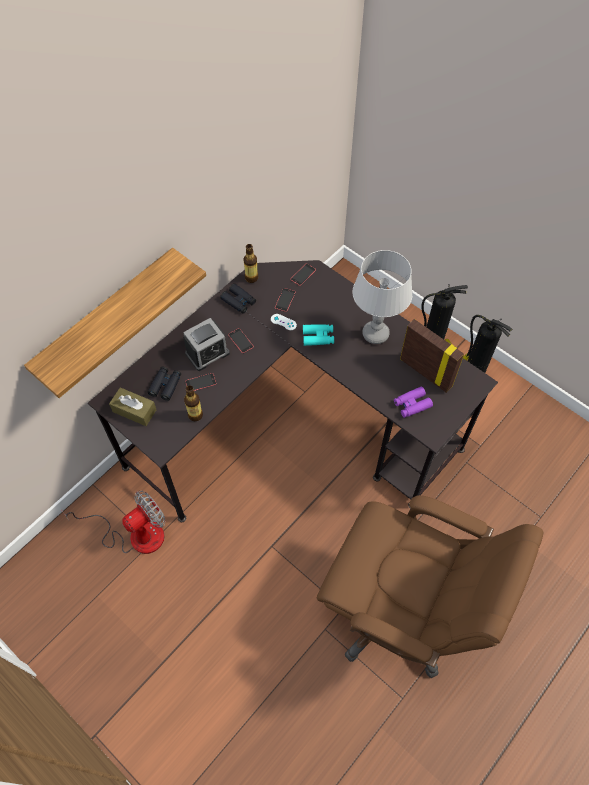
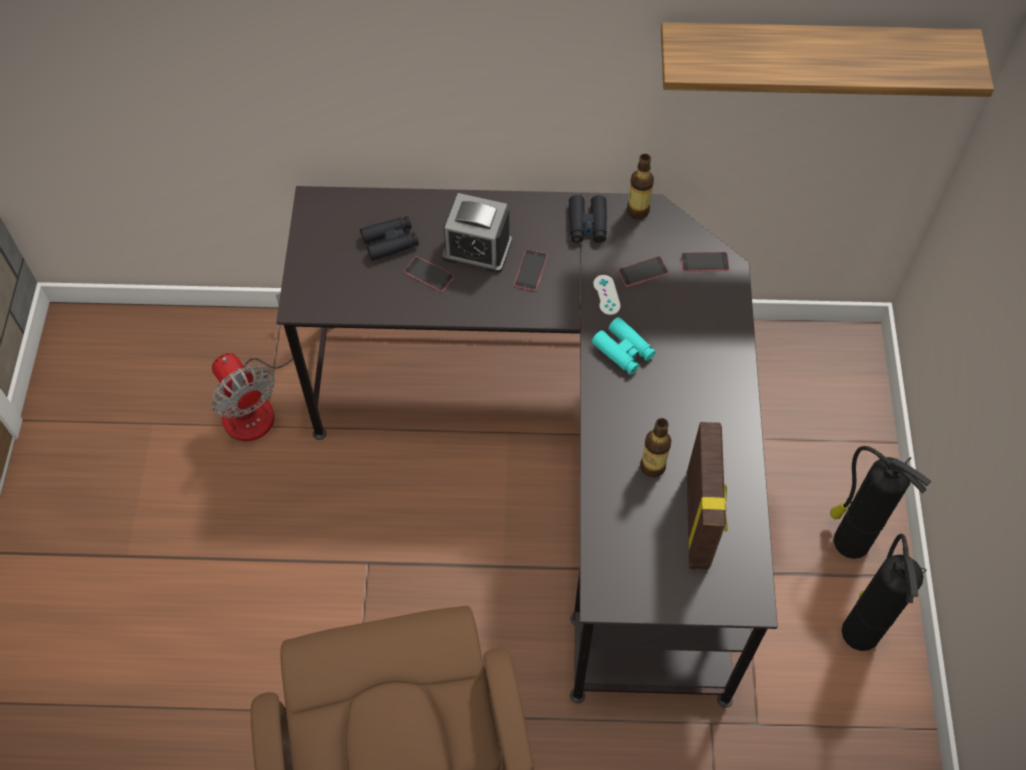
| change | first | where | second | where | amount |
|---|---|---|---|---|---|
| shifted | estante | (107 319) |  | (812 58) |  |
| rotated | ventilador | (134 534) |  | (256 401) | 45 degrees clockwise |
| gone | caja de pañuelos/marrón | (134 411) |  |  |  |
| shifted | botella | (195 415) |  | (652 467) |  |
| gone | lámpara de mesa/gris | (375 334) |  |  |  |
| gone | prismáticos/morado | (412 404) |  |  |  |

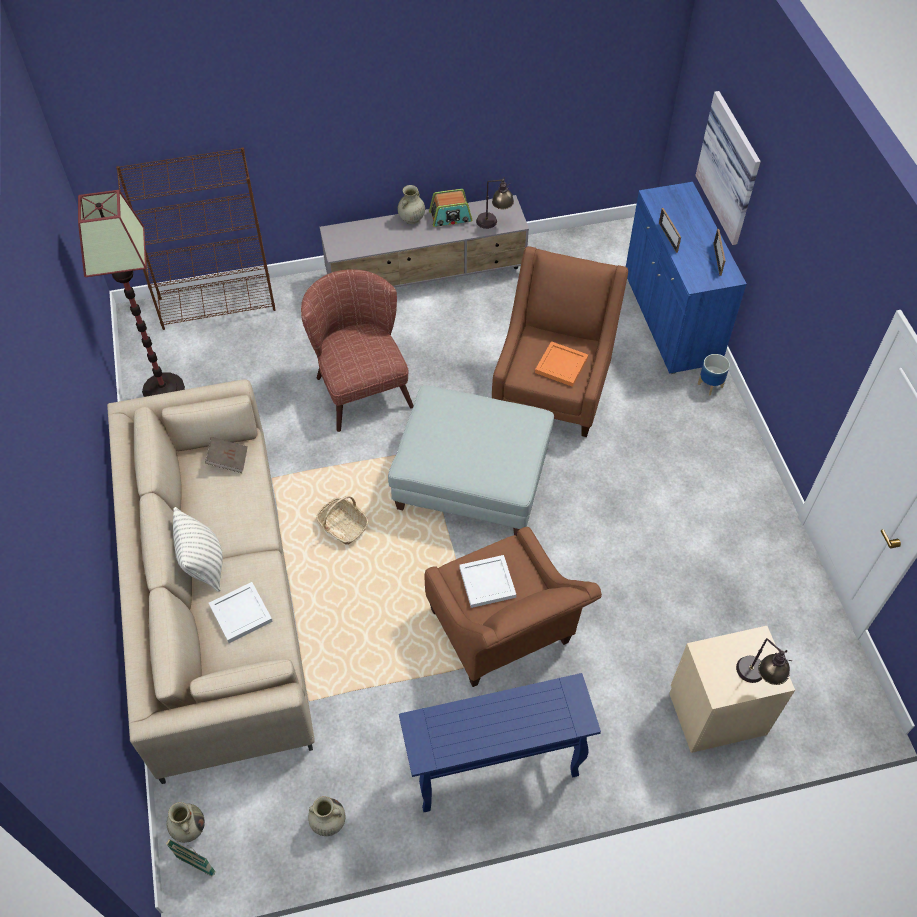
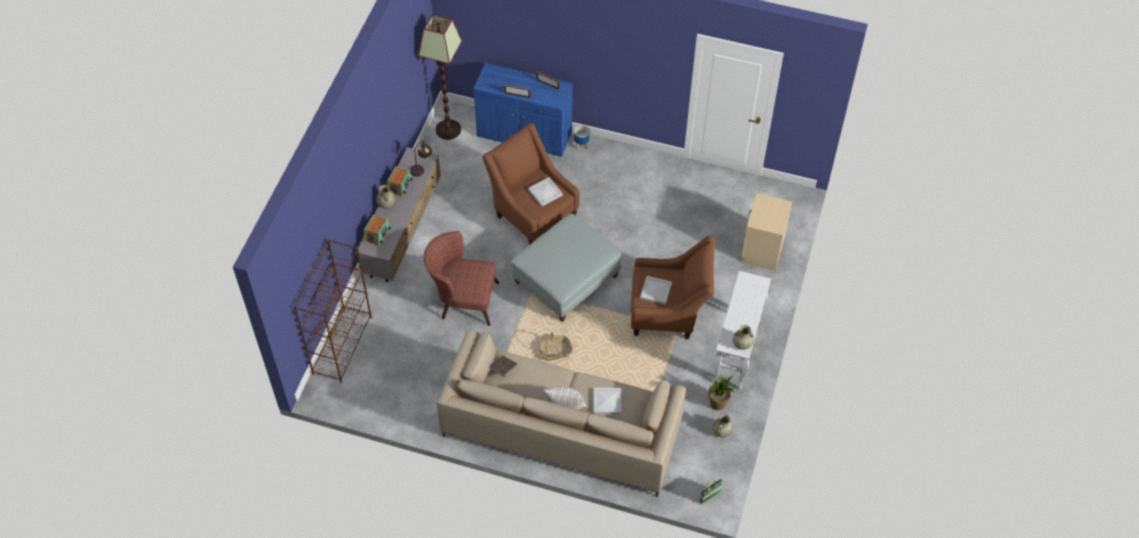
| change | first | where | second | where | amount |
|---|---|---|---|---|---|
| shifted | lámpara de pie | (163 389) |  | (448 130) |  |
| shifted | florero/beis | (189 828) |  | (742 344) |  |
| repainted | mesa consola/azul | (494 770) | mesa consola/blanco | (737 352) |  |
| repainted | bandeja/naranja | (562 365) | bandeja/blanco | (545 192) |  |
| gone | cuadro | (732 167) |  |  |  |
| gone | lámpara de mesa | (757 679) |  |  |  |
| new |  |  | radio | (378 234) |  |
| new |  |  | planta en maceta | (718 403) |  |

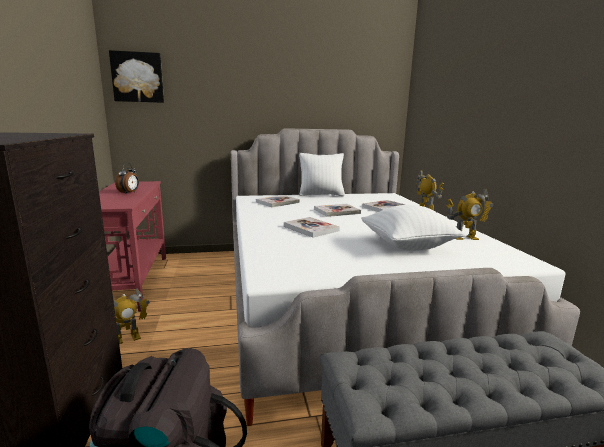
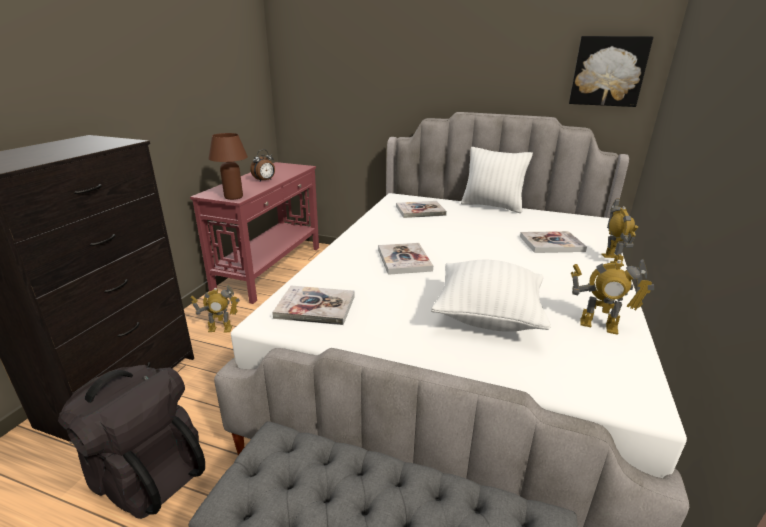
| change | first | where | second | where | amount |
|---|---|---|---|---|---|
| shifted | cuadro | (138 77) |  | (608 71) |  |
| shifted | libro | (337 211) |  | (315 307) |  |
| new |  |  | lámpara de mesa/marrón | (233 197) |  |

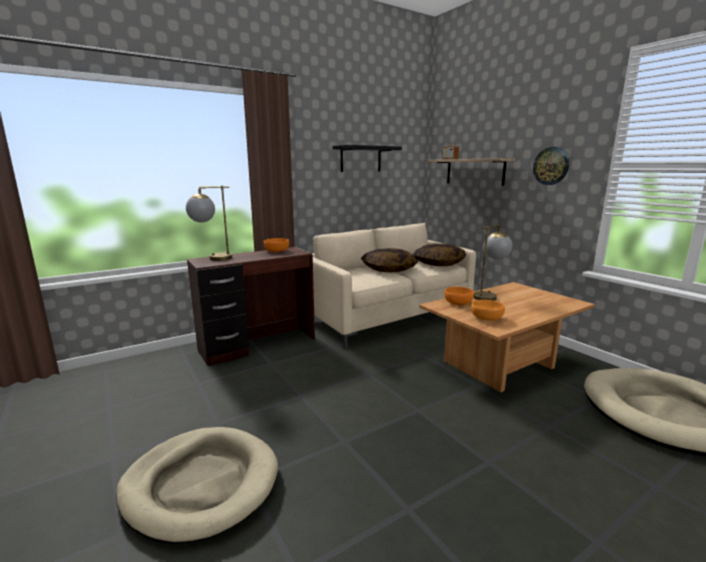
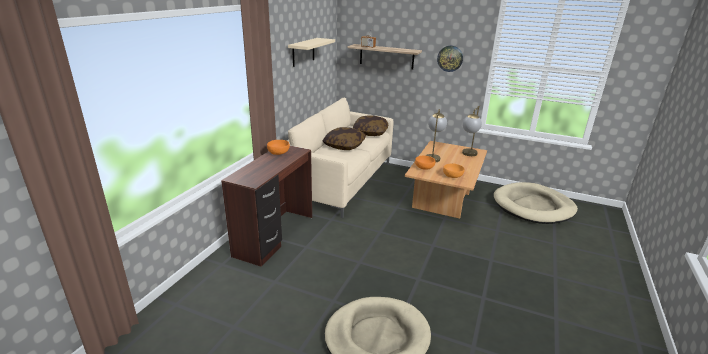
| change | first | where | second | where | amount |
|---|---|---|---|---|---|
| shifted | lámpara de mesa | (212 259) |  | (468 155) |  |
| repainted | estante/negro | (360 159) | estante/beis | (303 52) |  |

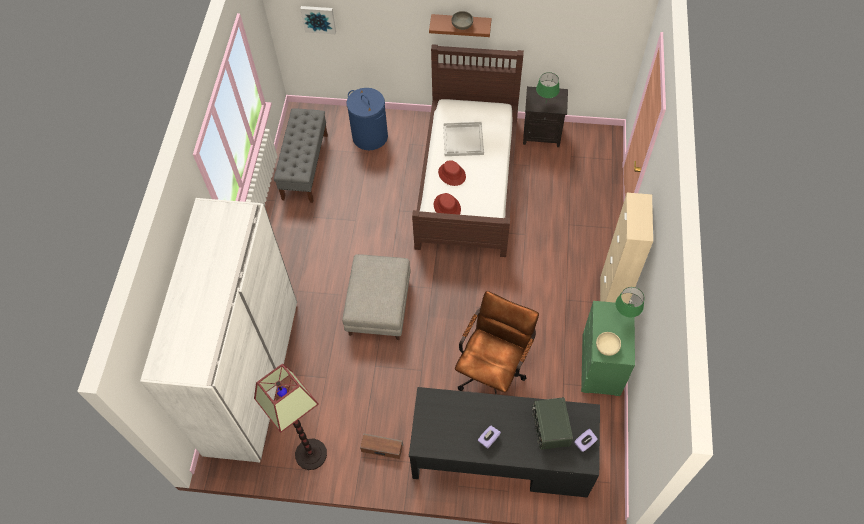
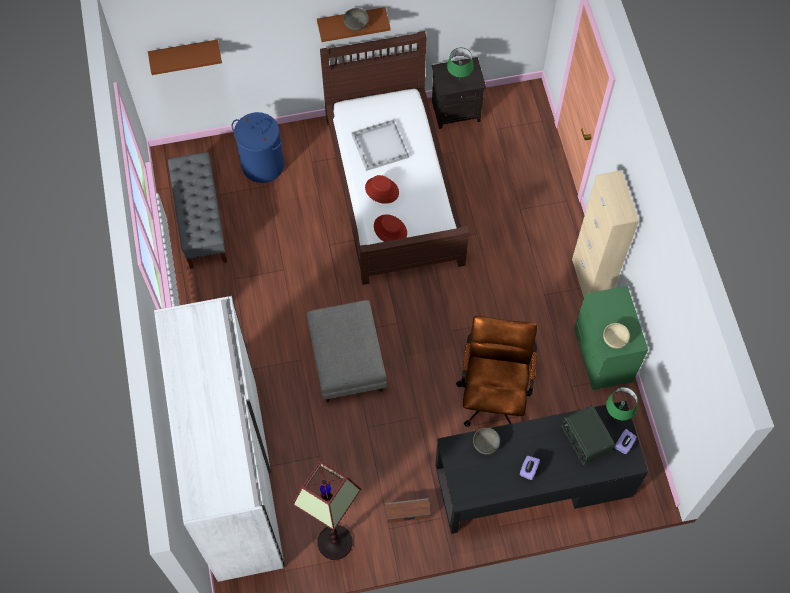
| change | first | where | second | where | amount |
|---|---|---|---|---|---|
| swapped | cuadro | (318 19) | estante/marrón | (184 53) |  |
| shifted | lámpara de mesa/verde | (625 316) |  | (617 415) |  |
| new |  |  | cuenco/gris | (486 444) |  |

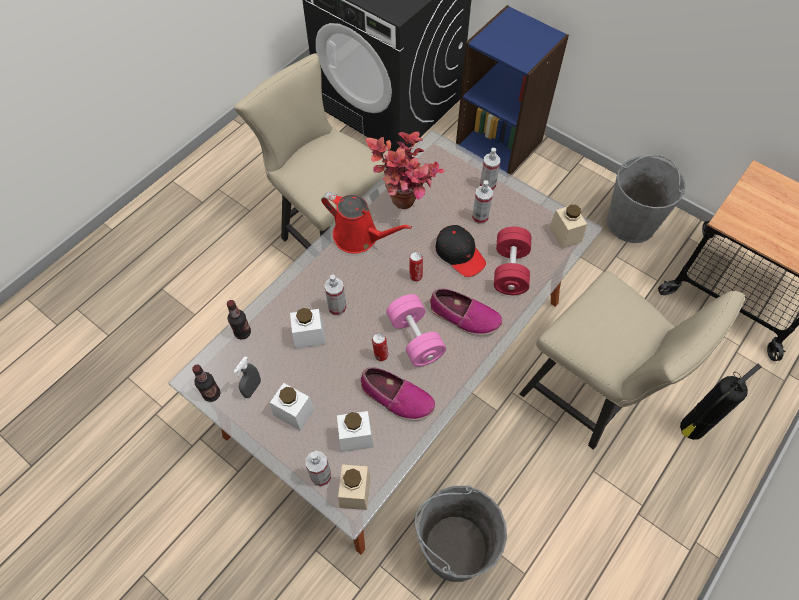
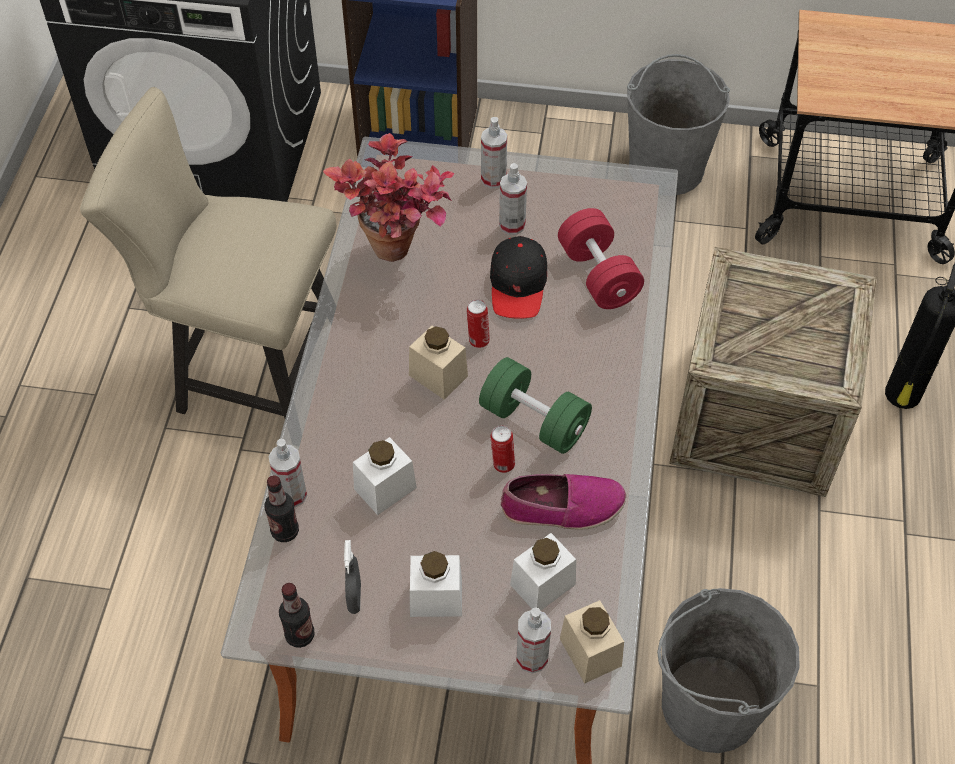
| change | first | where | second | where | amount |
|---|---|---|---|---|---|
| gone | regadera/rojo | (359 237) |  |  |  |
| shifted | pulverizador | (337 307) |  | (292 495) |  |
| repainted | mancuerna/rosa | (415 338) | mancuerna/verde | (534 420) |  |
| gone | zapato | (464 316) |  |  |  |
| rotated | gorra/negro | (459 254) |  | (518 285) | 75 degrees clockwise |
| swapped | silla/beis | (591 396) | caja de embalaje | (757 417) |  |
| shifted | tarro/beis | (565 234) |  | (438 375) |  |

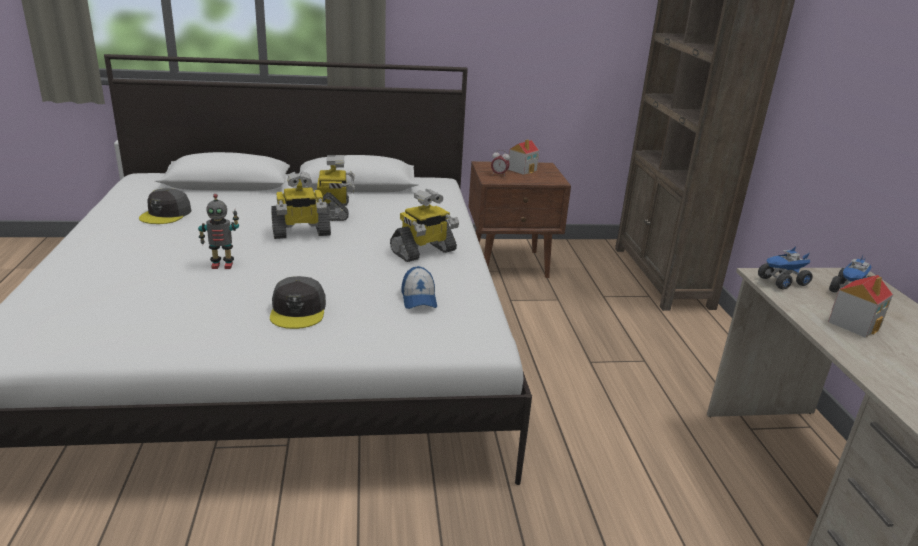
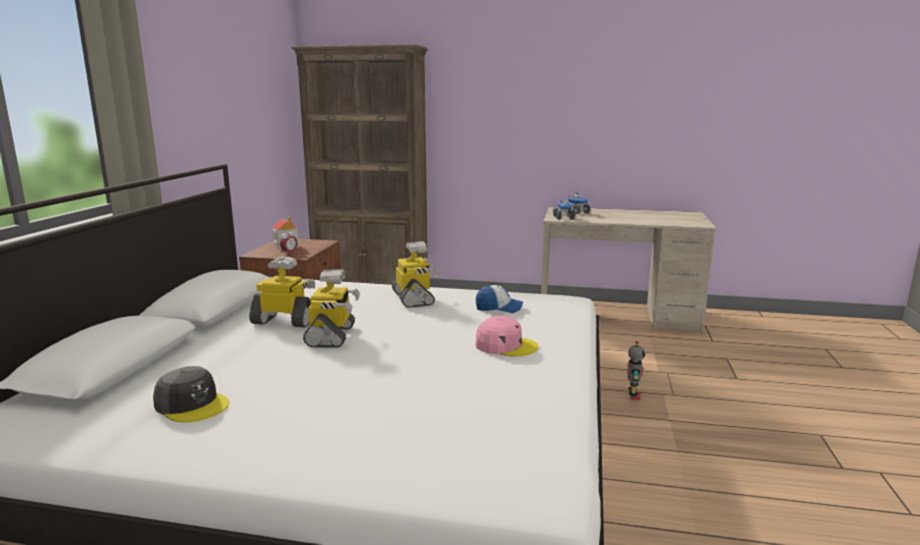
| change | first | where | second | where | amount |
|---|---|---|---|---|---|
| shifted | robot de juguete | (222 265) |  | (633 396) |  |
| repainted | gorra/gris | (298 311) | gorra/rosa | (505 345) |  |
| gone | casita | (854 324) |  |  |  |

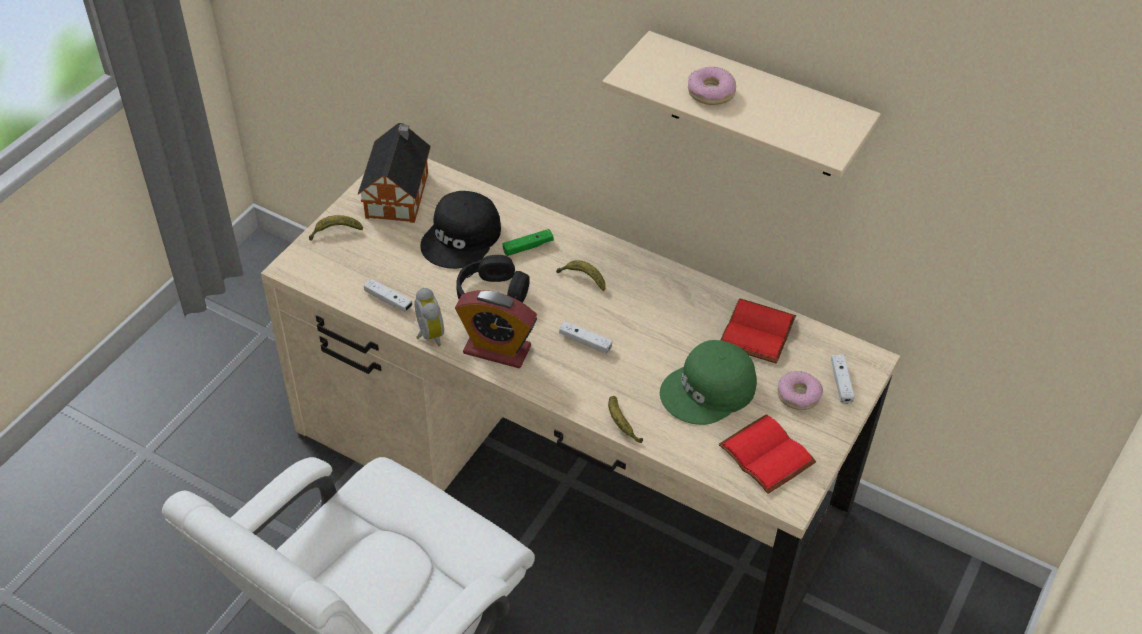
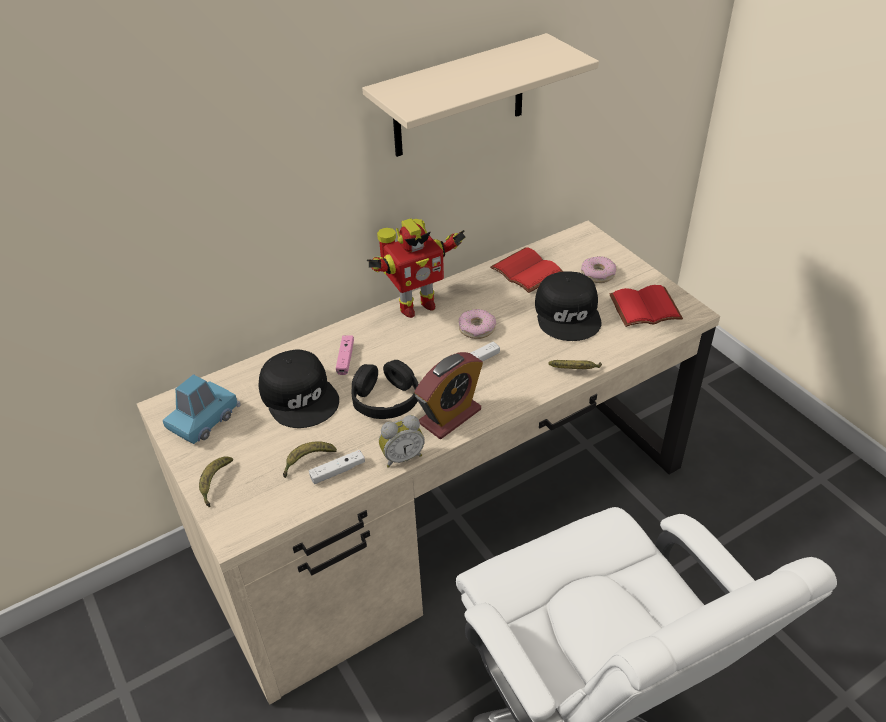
| change | first | where | second | where | amount |
|---|---|---|---|---|---|
| swapped | casita | (399 192) | coche de juguete/azul | (204 420) |  |
| rotated | despertador | (428 335) |  | (402 457) | 150 degrees clockwise |
| repainted | mando de consola/verde | (528 247) | mando de consola/rosa | (345 358) |  |
| shifted | plátano | (582 279) |  | (307 461) |  |
| repainted | gorra/verde | (709 391) | gorra/negro | (568 314) |  |
| shifted | rosquilla | (711 92) |  | (477 328) |  |
| gone | mando de consola/blanco | (841 383) |  |  |  |
| new |  |  | robot de juguete | (415 306) |  |

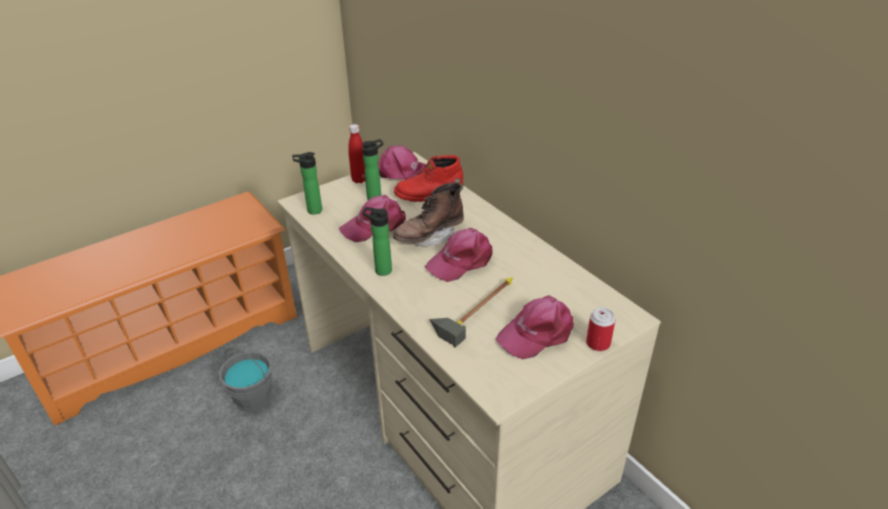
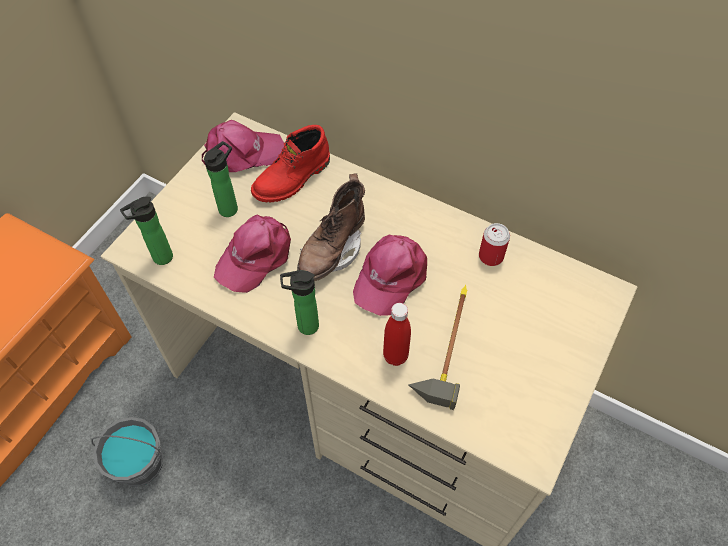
| change | first | where | second | where | amount |
|---|---|---|---|---|---|
| shifted | botella/rojo | (359 180) |  | (395 356) |  |
| gone | gorra/rosa | (537 333) |  |  |  |
| shifted | lata | (598 343) |  | (491 256) |  |

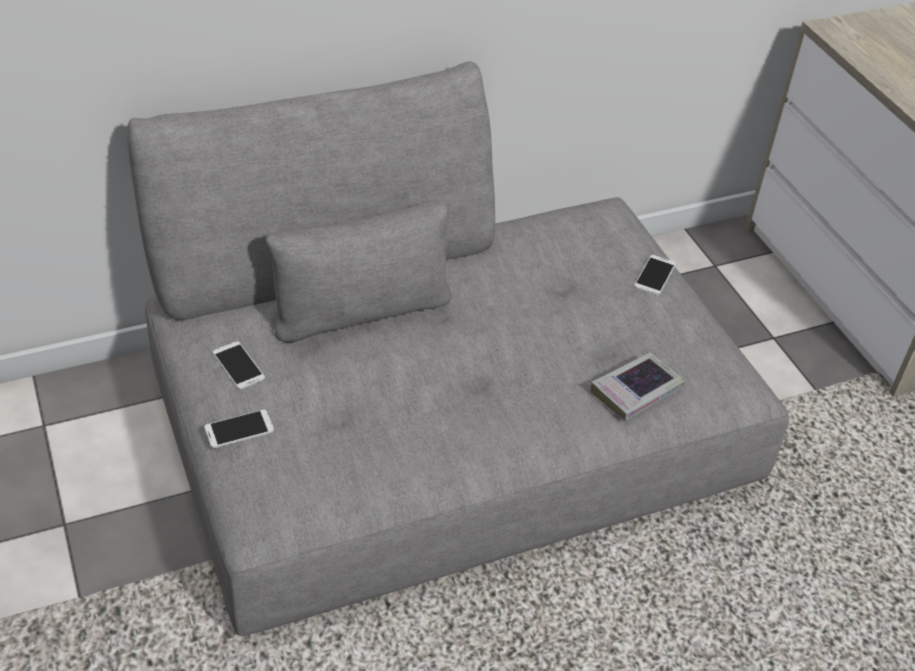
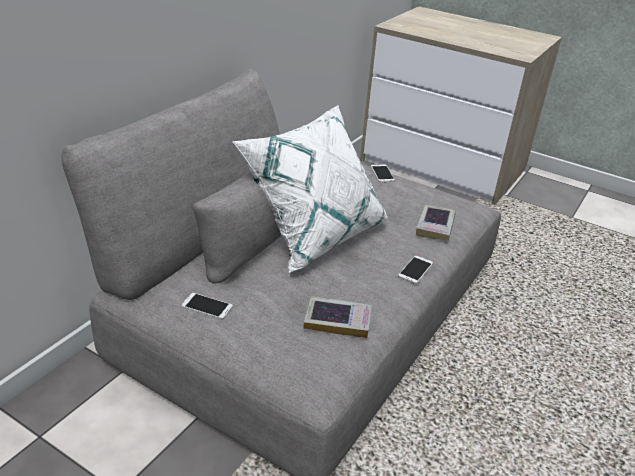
| change | first | where | second | where | amount |
|---|---|---|---|---|---|
| shifted | móvil | (239 429) |  | (415 270) |  |
| new |  |  | cojín/blanco | (315 233) |  |
| new |  |  | libro | (338 320) |  |

